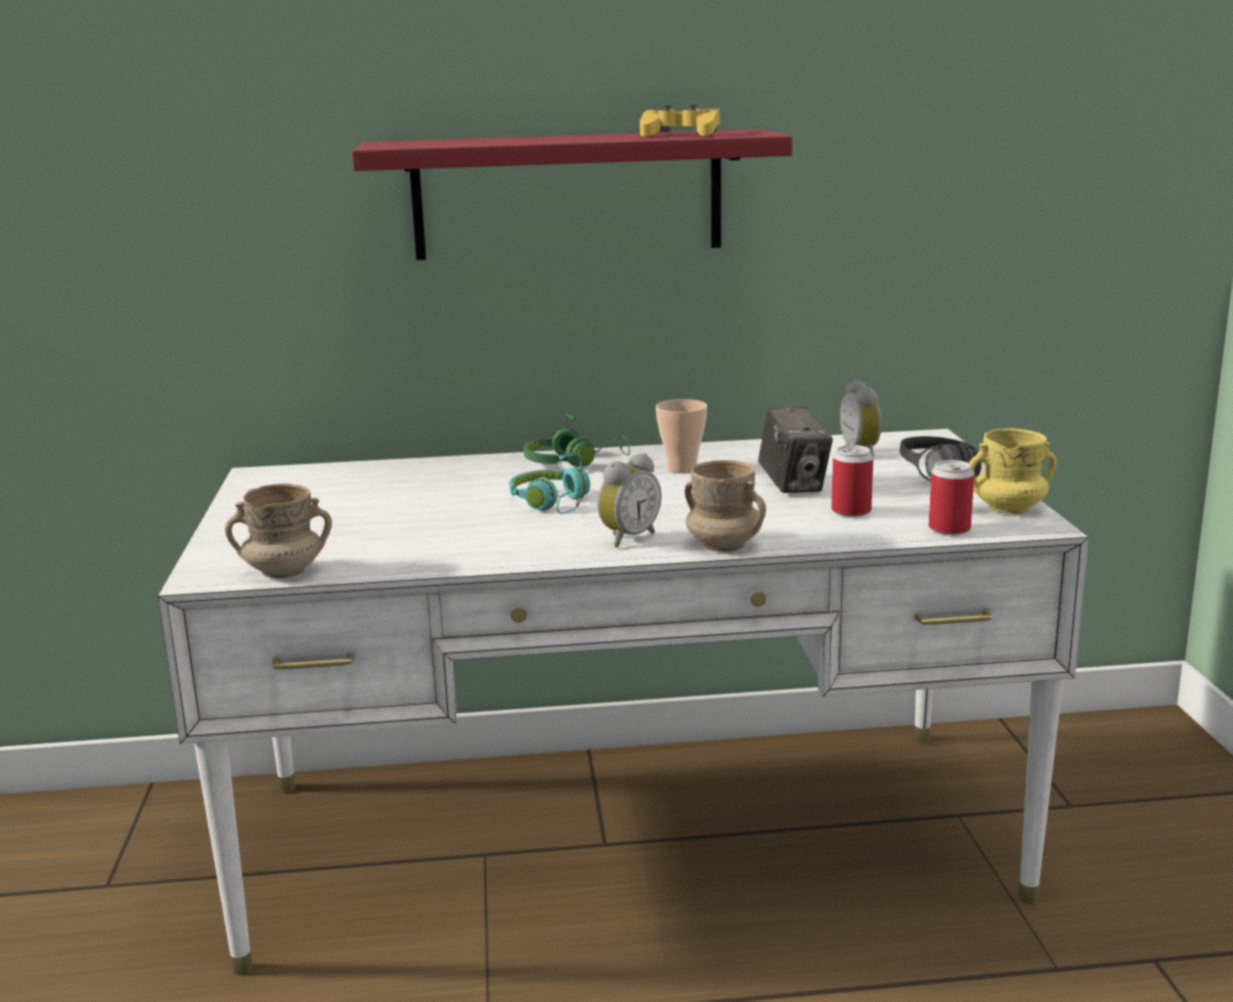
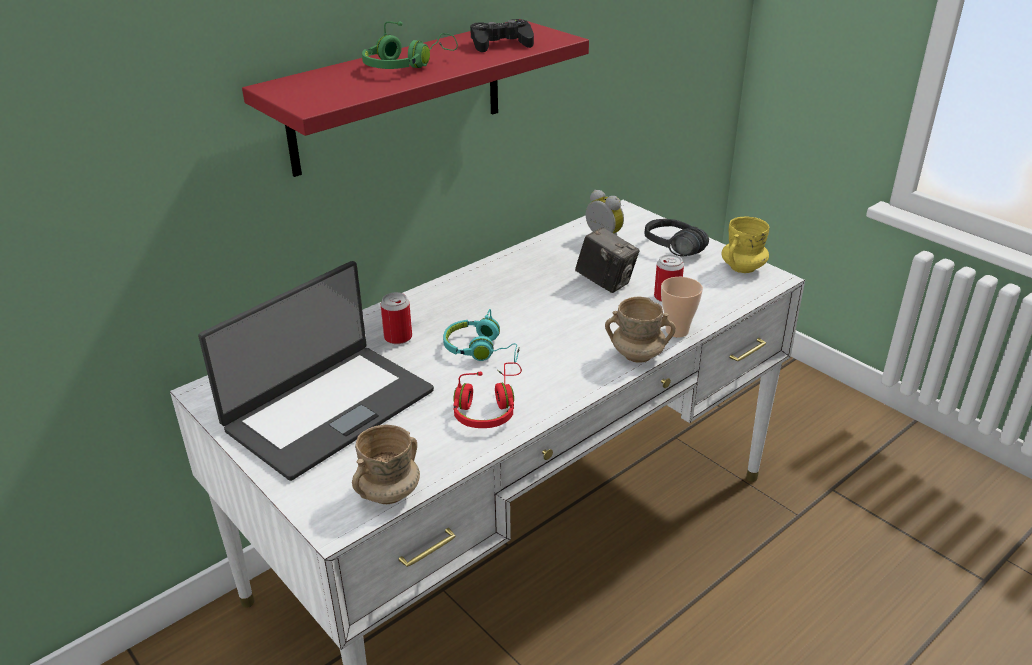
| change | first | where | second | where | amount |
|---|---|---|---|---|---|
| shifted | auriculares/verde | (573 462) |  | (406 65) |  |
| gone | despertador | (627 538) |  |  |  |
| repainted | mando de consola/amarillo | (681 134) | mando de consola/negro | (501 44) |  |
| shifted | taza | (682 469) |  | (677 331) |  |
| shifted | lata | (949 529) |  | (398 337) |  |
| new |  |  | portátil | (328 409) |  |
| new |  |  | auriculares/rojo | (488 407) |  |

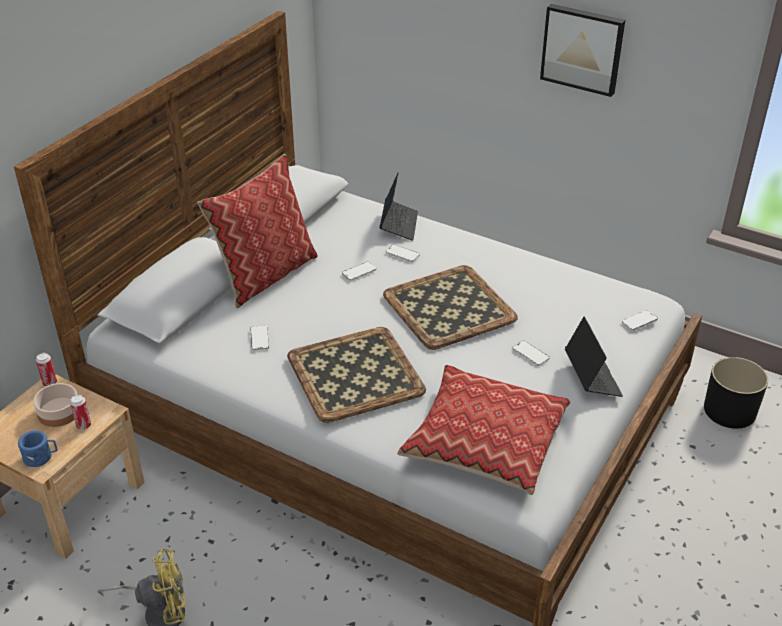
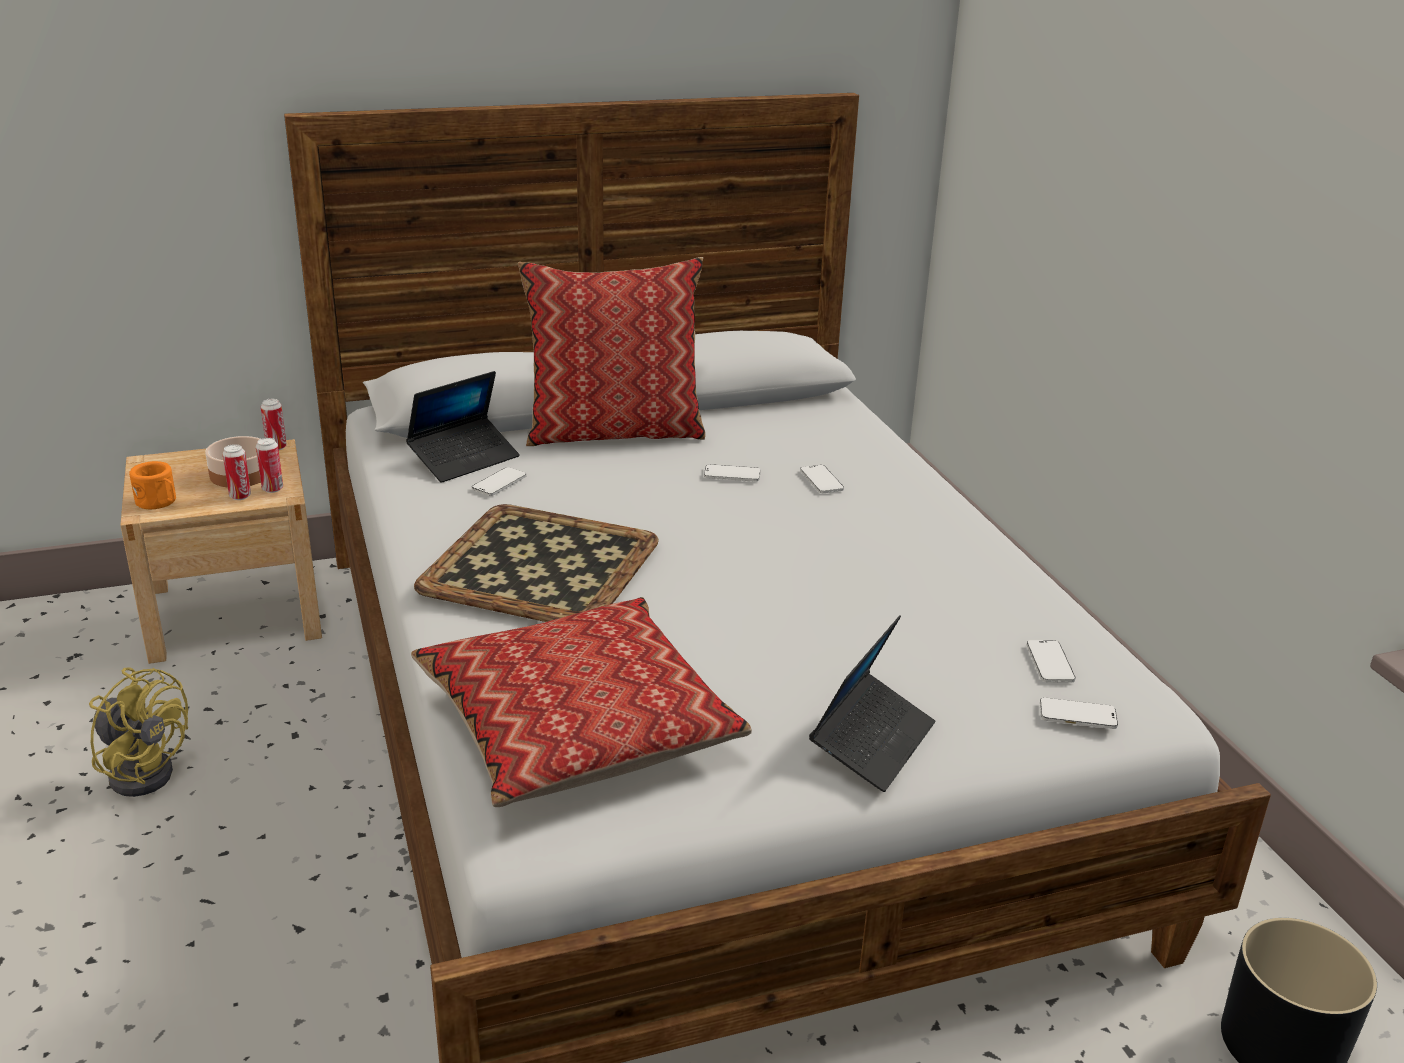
| change | first | where | second | where | amount |
|---|---|---|---|---|---|
| repainted | taza grande/azul | (41 457) | taza grande/naranja | (159 502) |  |
| shifted | portátil | (398 224) |  | (464 459) |  |
| gone | bandeja | (447 307) |  |  |  |
| shifted | móvil | (530 354) |  | (1050 663) |  |
| gone | cuadro | (583 48) |  |  |  |
| new |  |  | lata | (272 489) |  |

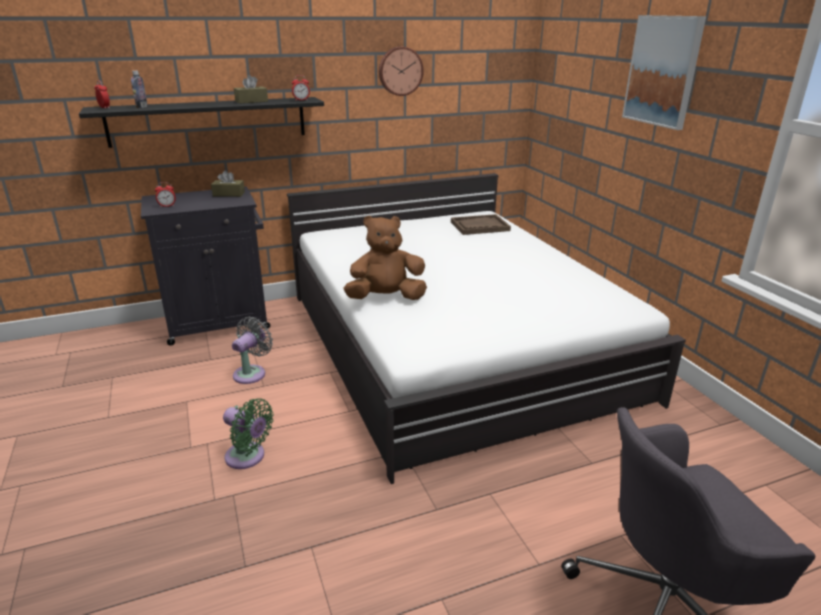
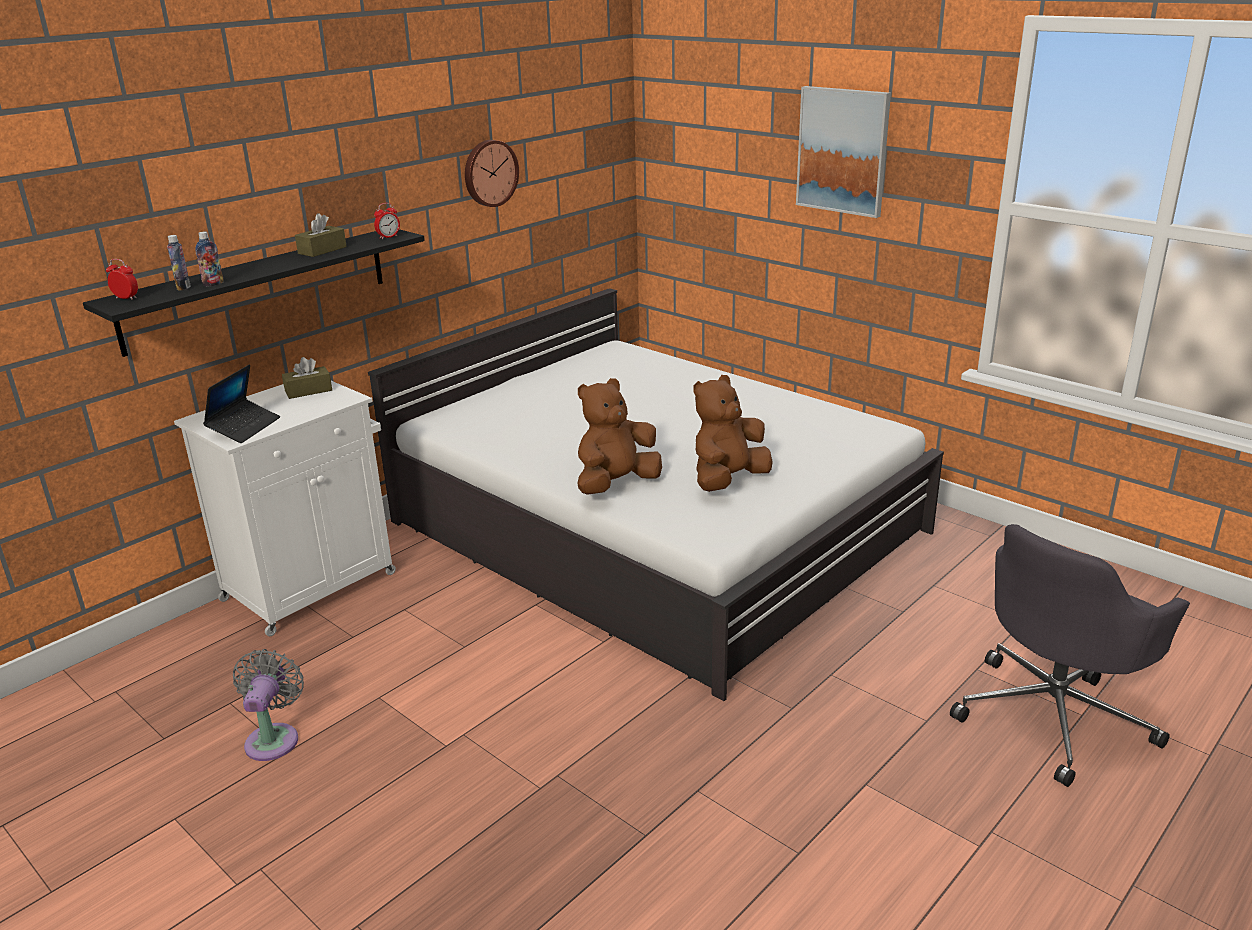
| change | first | where | second | where | amount |
|---|---|---|---|---|---|
| repainted | armario/negro | (220 323) | armario/blanco | (312 585) |  |
| swapped | despertador | (167 206) | portátil | (244 427) |  |
| gone | ventilador/verde | (248 457) |  |  |  |
| shifted | ventilador/gris | (252 373) |  | (274 738) |  |
| gone | bandeja/marrón | (479 226) |  |  |  |
| new |  |  | botella | (213 284) |  |
| new |  |  | peluche/marrón | (728 481) |  |

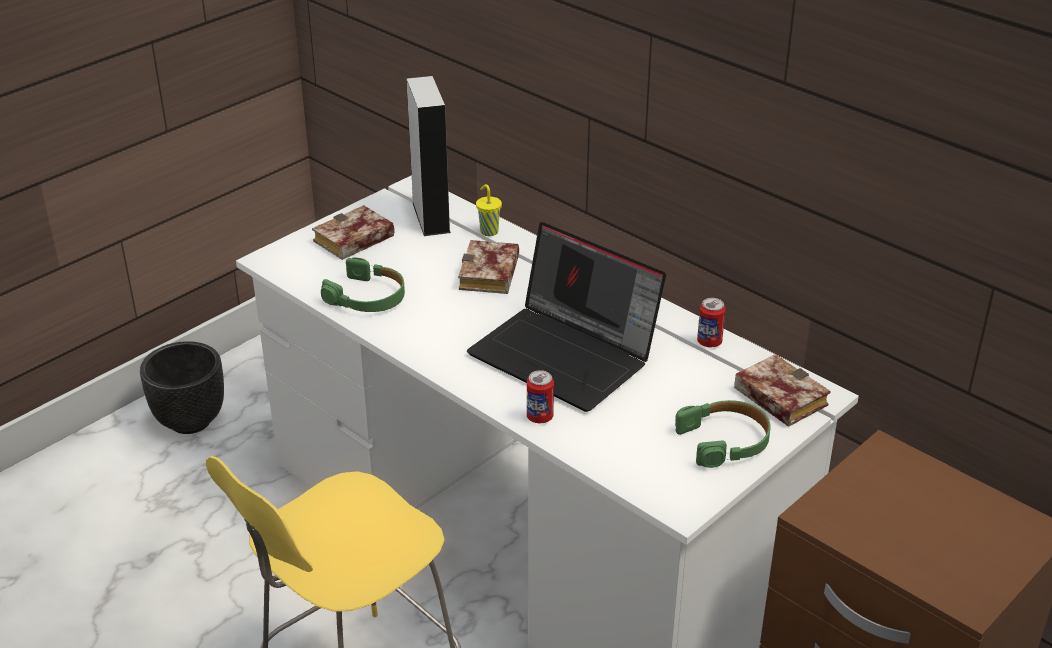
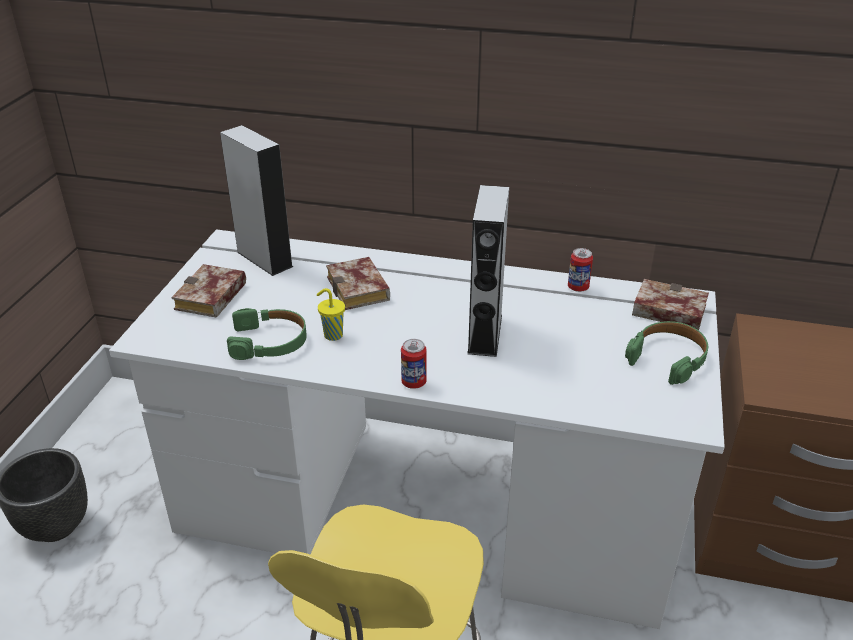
| change | first | where | second | where | amount |
|---|---|---|---|---|---|
| swapped | portátil | (567 355) | altavoz/gris | (485 334) |  |
| shifted | taza/amarillo | (488 231) |  | (332 335) |  |
| shifted | lata | (540 417) |  | (414 382) |  |

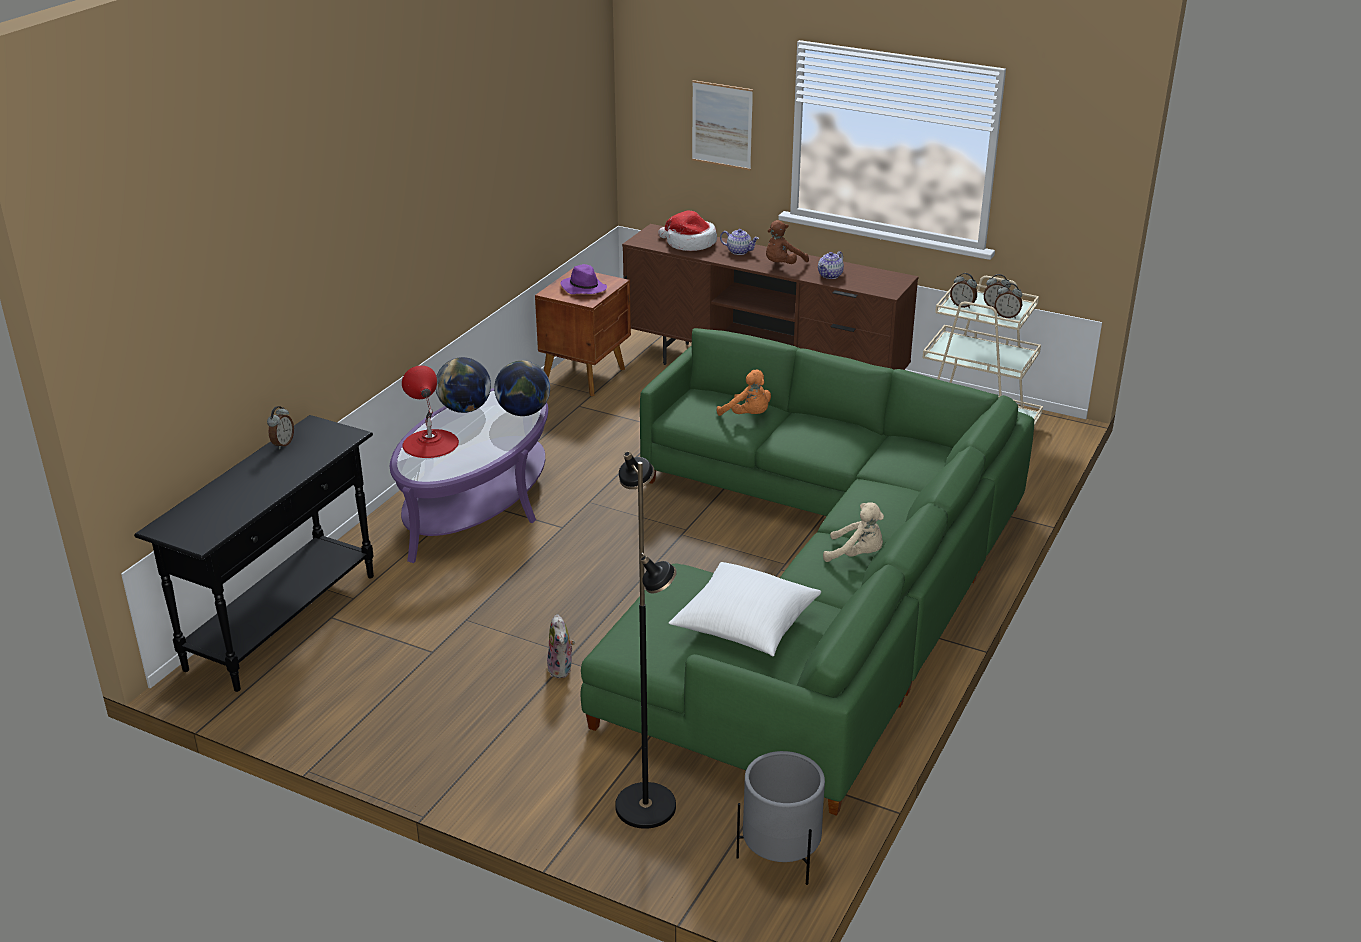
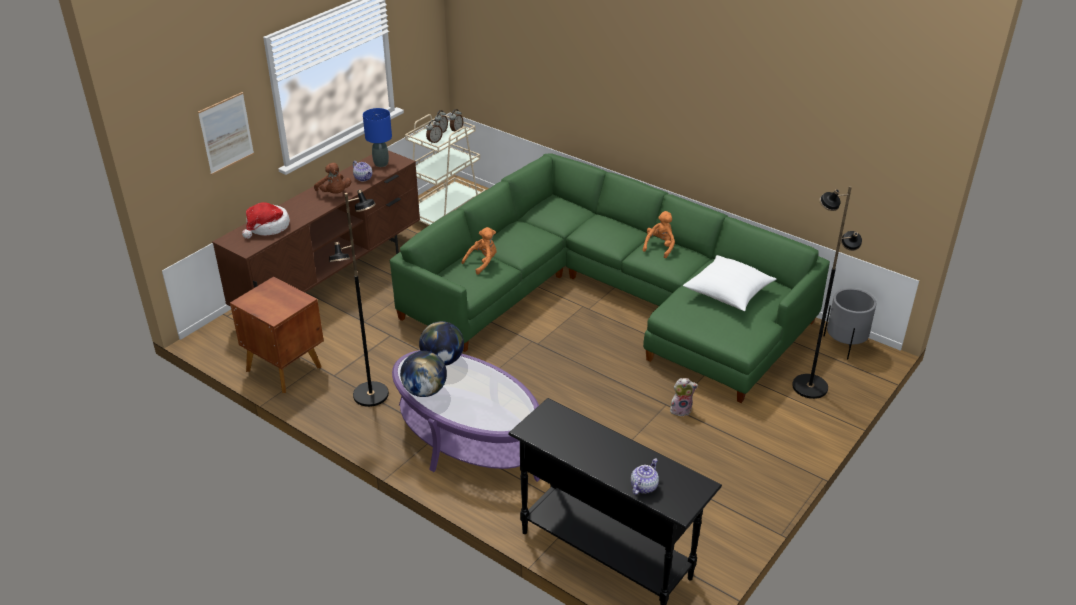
| change | first | where | second | where | amount |
|---|---|---|---|---|---|
| gone | despertador | (282 444) |  |  |  |
| gone | lámpara de mesa/rojo | (430 443) |  |  |  |
| gone | sombrero/morado | (583 288) |  |  |  |
| shifted | tetera | (739 251) |  | (643 486) |  |
| repainted | peluche/beis | (856 555) | peluche/naranja | (660 247) |  |
| new |  |  | lámpara de pie/negro | (371 395) |  |
| new |  |  | lámpara de mesa/azul | (381 163) |  |

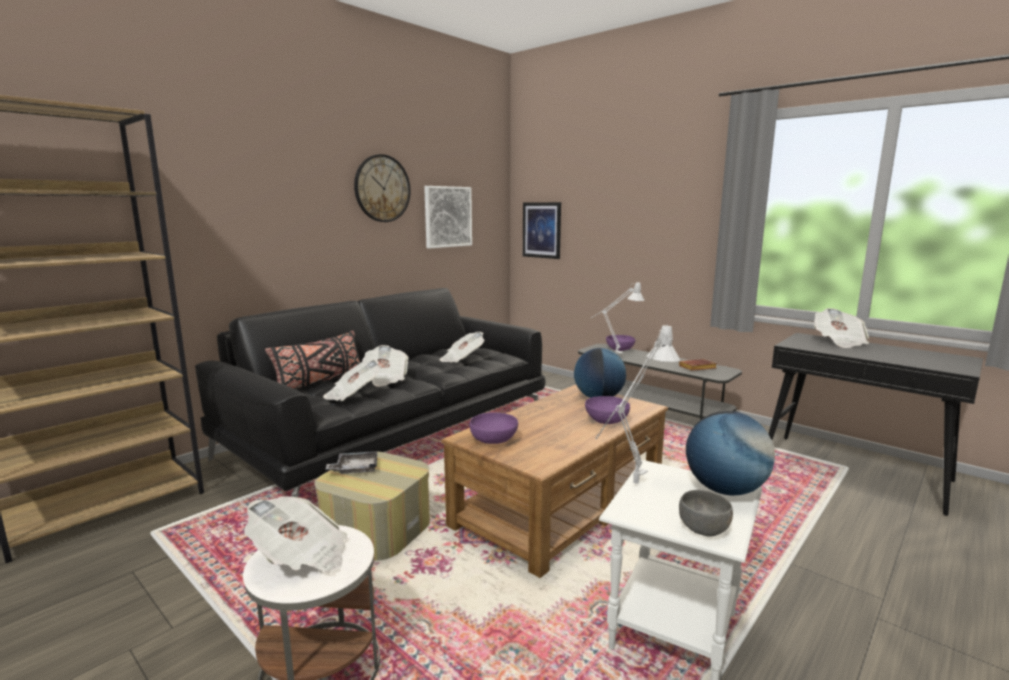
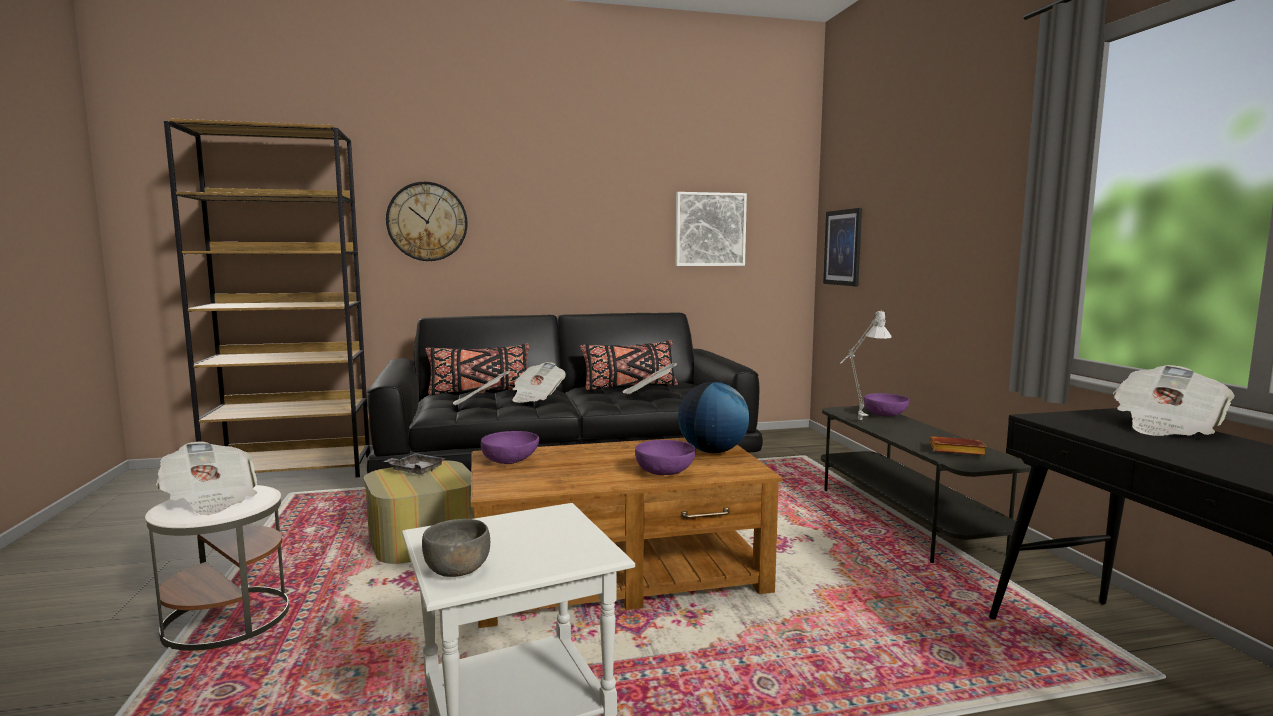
| change | first | where | second | where | amount |
|---|---|---|---|---|---|
| shifted | reloj de pared | (382 188) |  | (427 221) |  |
| gone | lámpara de mesa/gris | (631 487) |  |  |  |
| gone | globo terráqueo | (725 490) |  |  |  |
| new |  |  | cojín/negro | (629 387) |  |

